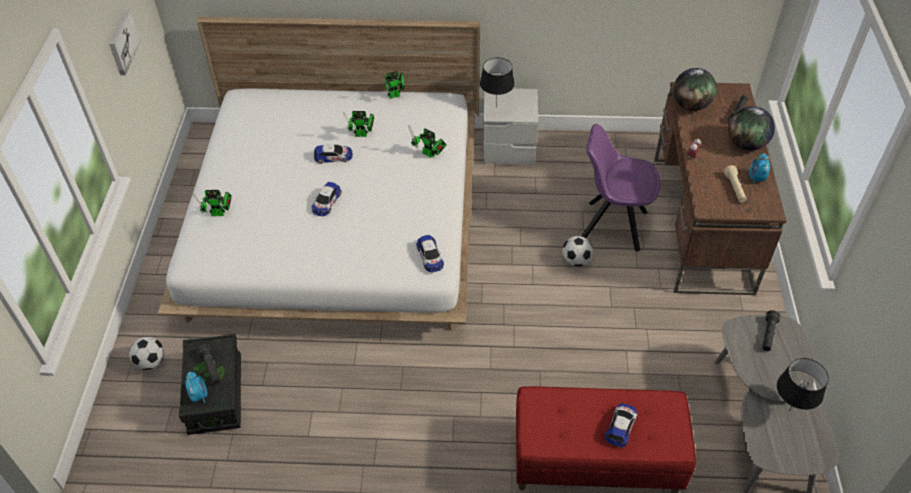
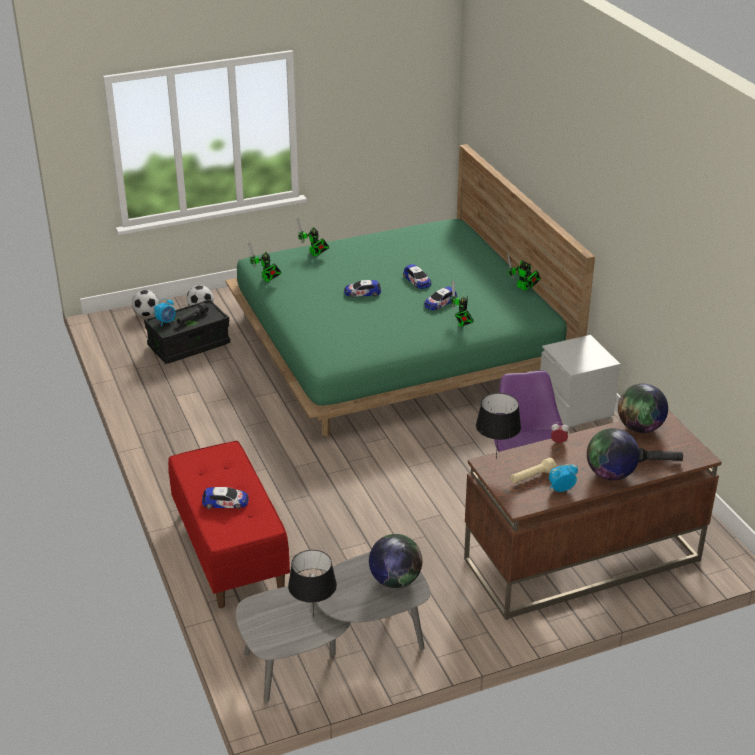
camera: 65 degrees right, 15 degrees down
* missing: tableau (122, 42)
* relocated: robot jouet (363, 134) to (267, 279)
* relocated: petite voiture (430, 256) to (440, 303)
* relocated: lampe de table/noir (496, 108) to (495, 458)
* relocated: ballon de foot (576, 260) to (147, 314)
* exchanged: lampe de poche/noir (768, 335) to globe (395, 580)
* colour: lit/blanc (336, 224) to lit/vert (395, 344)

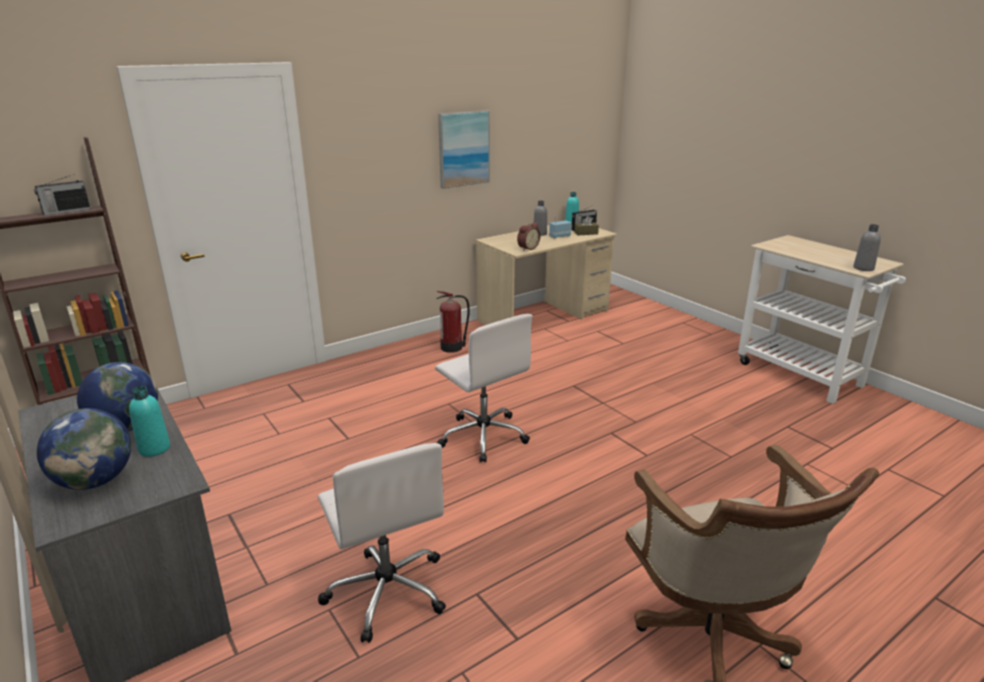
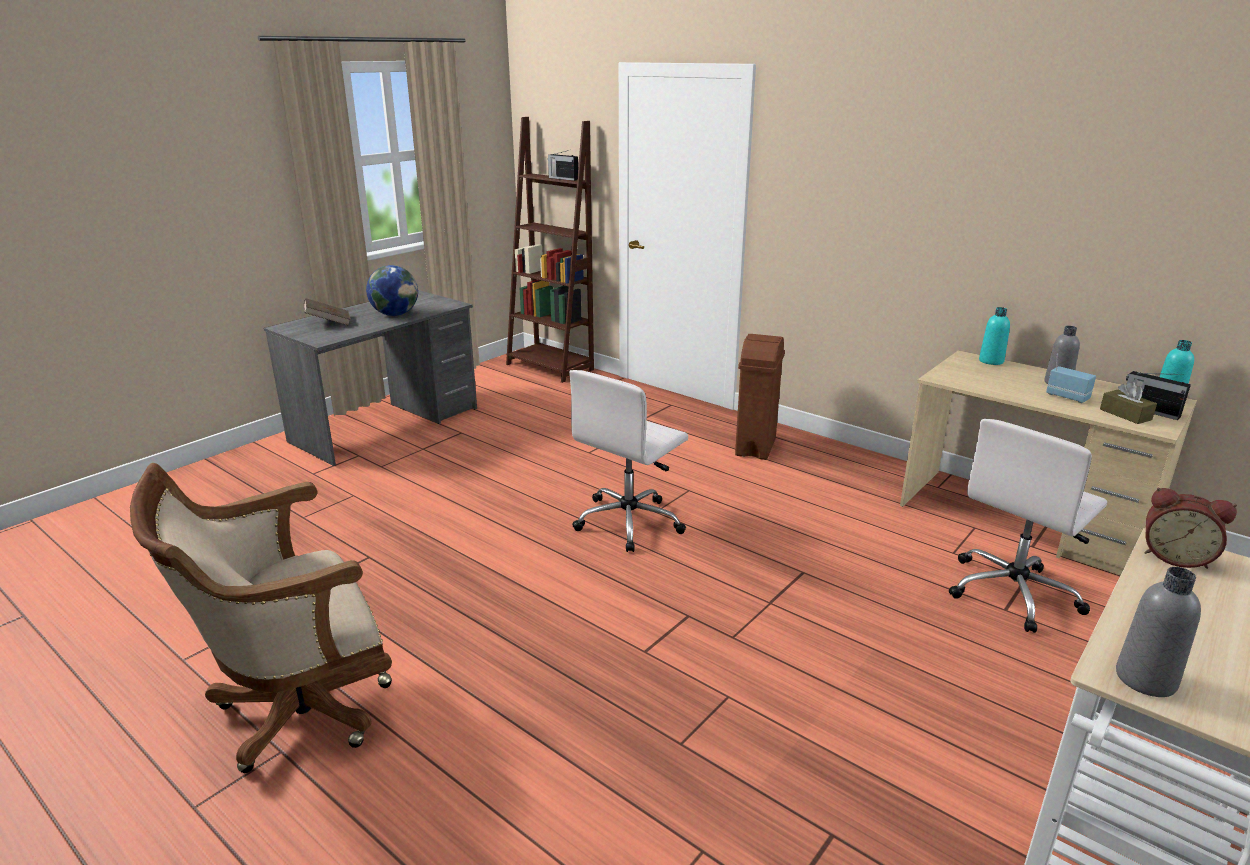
camera: 75 degrees right, 0 degrees up
* missing: extincteur (453, 347)
* missing: tableau (463, 149)
* appeared: poubelle/marron (756, 447)
* relocated: bouteille/turquoise (154, 448) to (991, 361)
* relocated: chaise de bureau/blanc (387, 590) to (1013, 592)
* relocated: réveil (527, 248) to (1175, 556)
* exchanged: globe (95, 481) to livre/marron (328, 323)

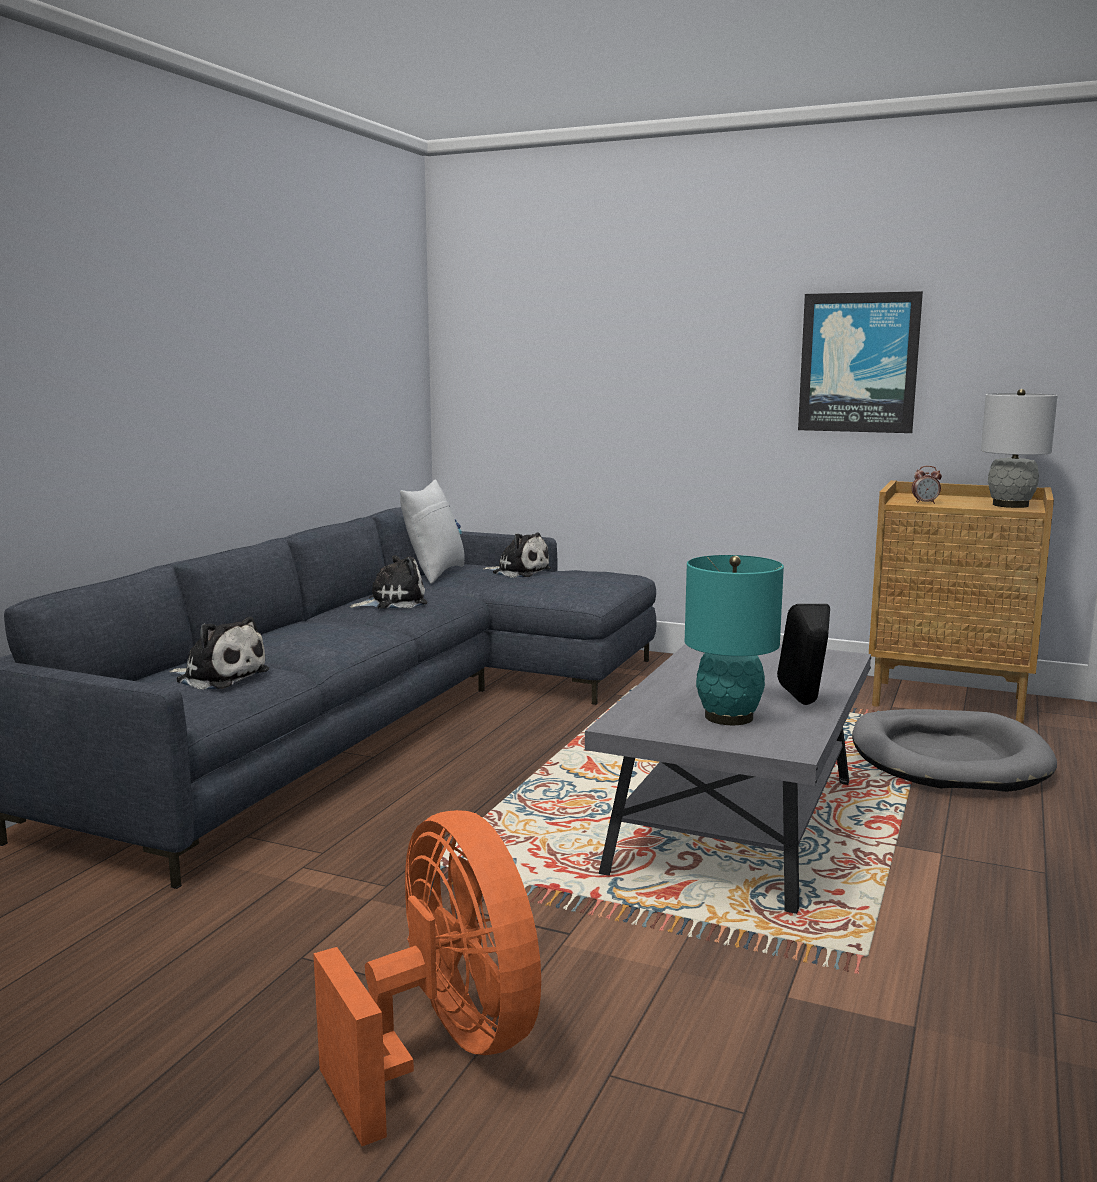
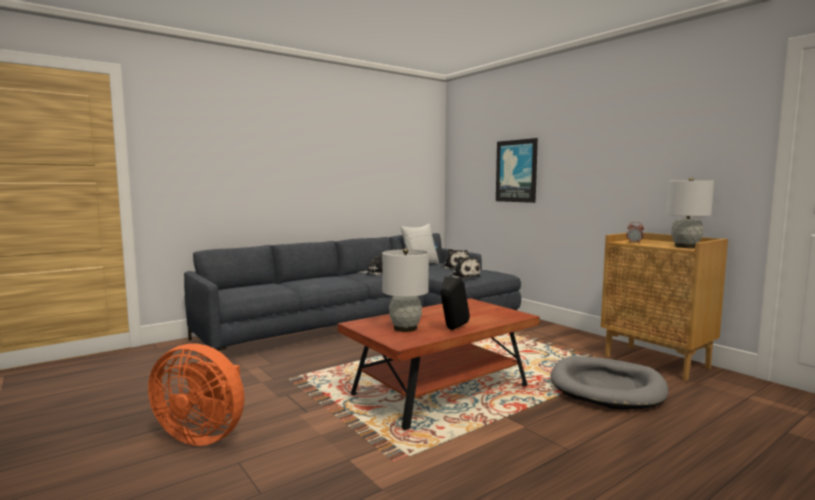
camera: 30 degrees right, 5 degrees down
* relocated: peluche (219, 677) to (464, 277)
* relocated: tableau (858, 363) to (516, 171)
* colour: table basse/gris (737, 828) to table basse/marron (440, 392)
* colour: lampe de table/turquoise (728, 717) to lampe de table/blanc (405, 328)
* spun: ventilateur/orange (444, 1049) = (204, 435) 105 degrees clockwise

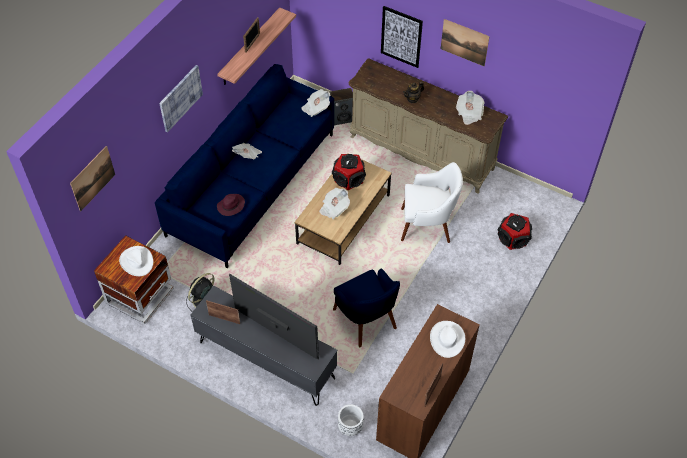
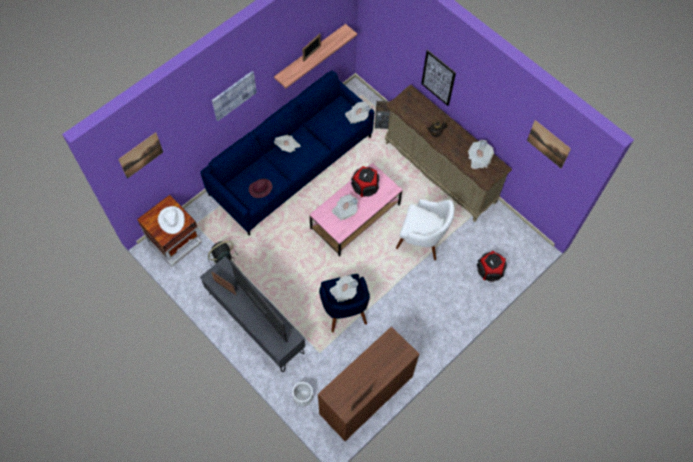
camera: 15 degrees right, 10 degrees up
* missing: chapeau/blanc (447, 339)
* appeared: journal (343, 291)
* relocated: tableau (464, 42) to (548, 144)
* colour: table basse/marron (343, 219) to table basse/rose (355, 216)

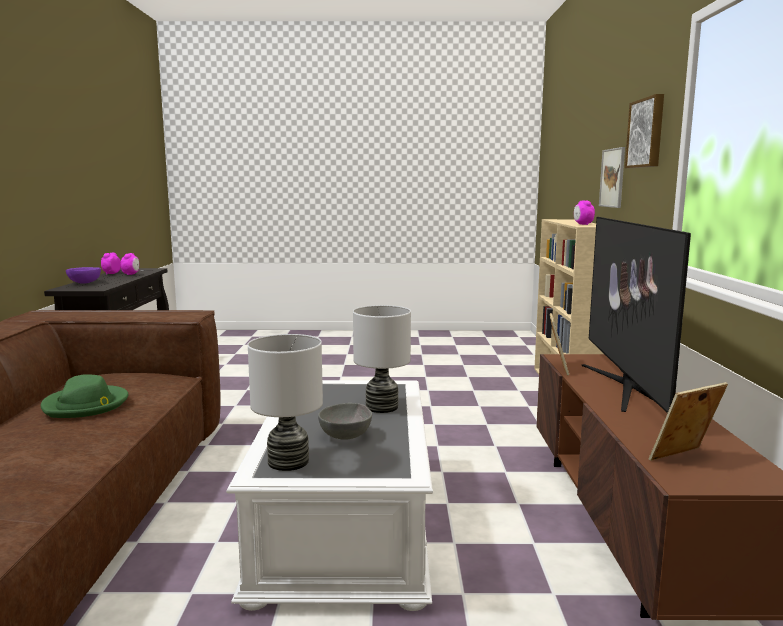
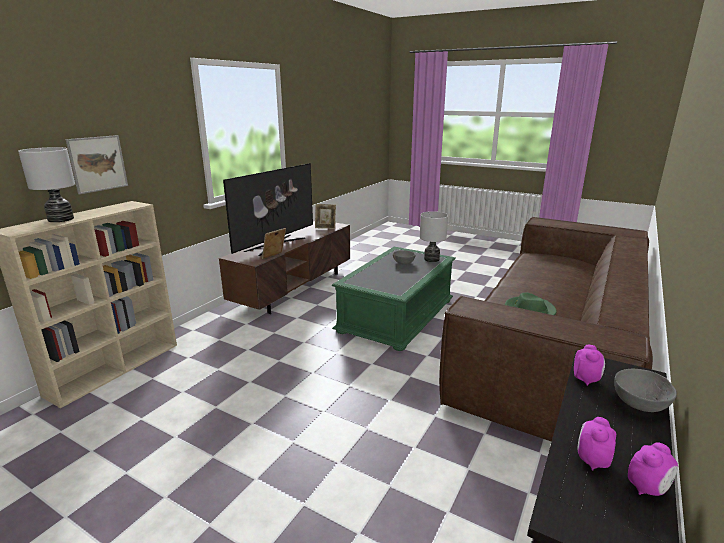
camera: 150 degrees left, 10 degrees up
* missing: tableau (647, 133)
* relocated: lampe de table/gris (381, 407) to (61, 219)
* relocated: réveil (582, 224) to (586, 379)
* colour: bol/violet (83, 283) to bol/gris (641, 404)
* colour: table basse/blanc (344, 523) to table basse/vert (396, 315)

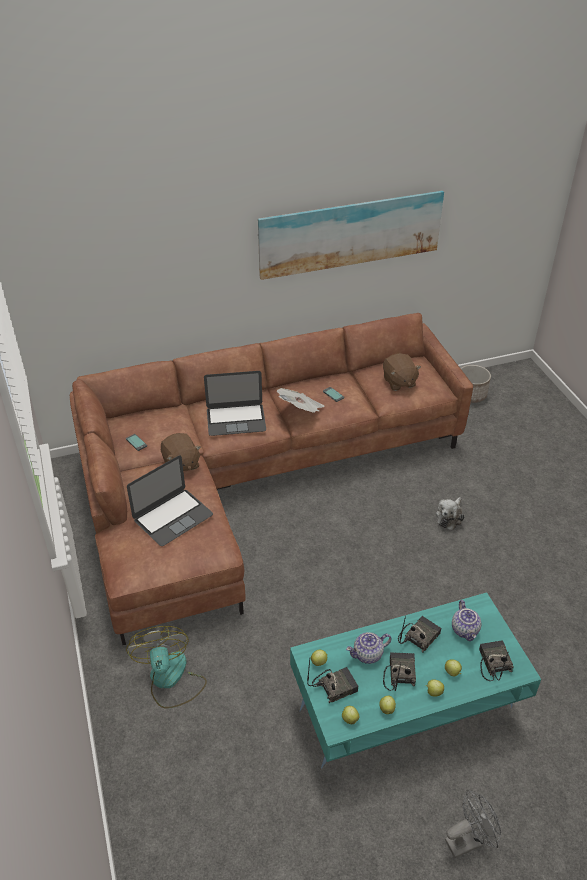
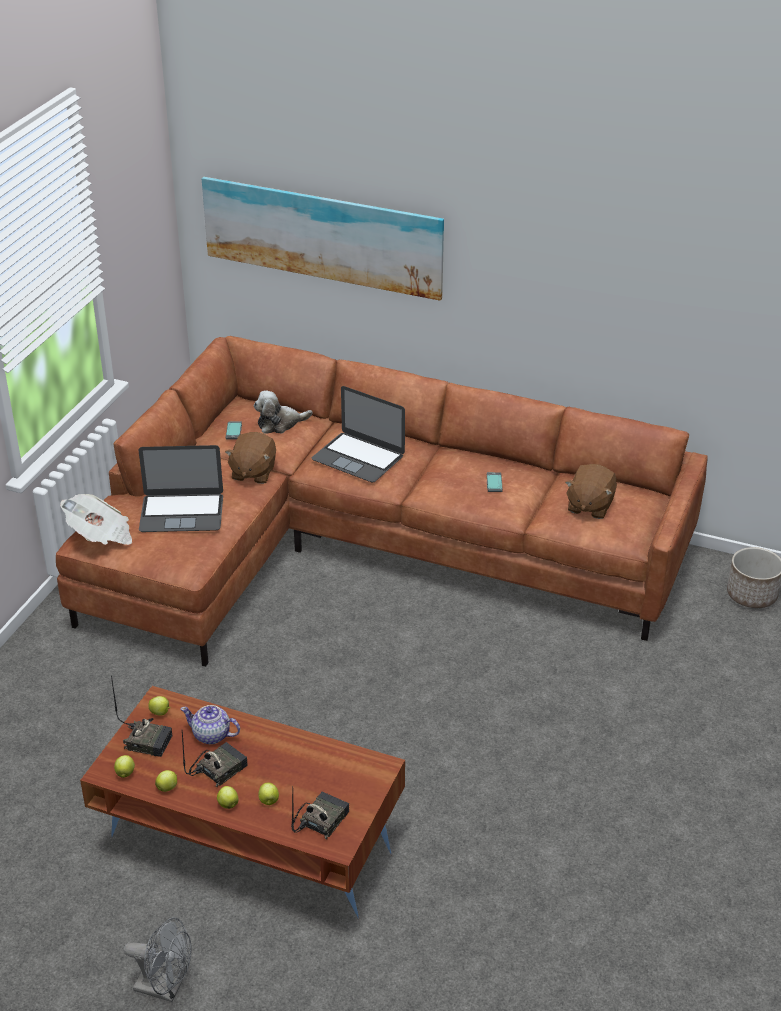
camera: 40 degrees right, 5 degrees down
* missing: ventilateur (170, 679)
* missing: radio (418, 636)
* missing: théière (465, 630)
* relocated: tableau (349, 233) to (323, 235)
* relocated: journal (301, 410) to (100, 535)
* relocated: peluche (449, 517) to (280, 424)
* colour: table basse/turquoise (405, 708) to table basse/marron (251, 845)

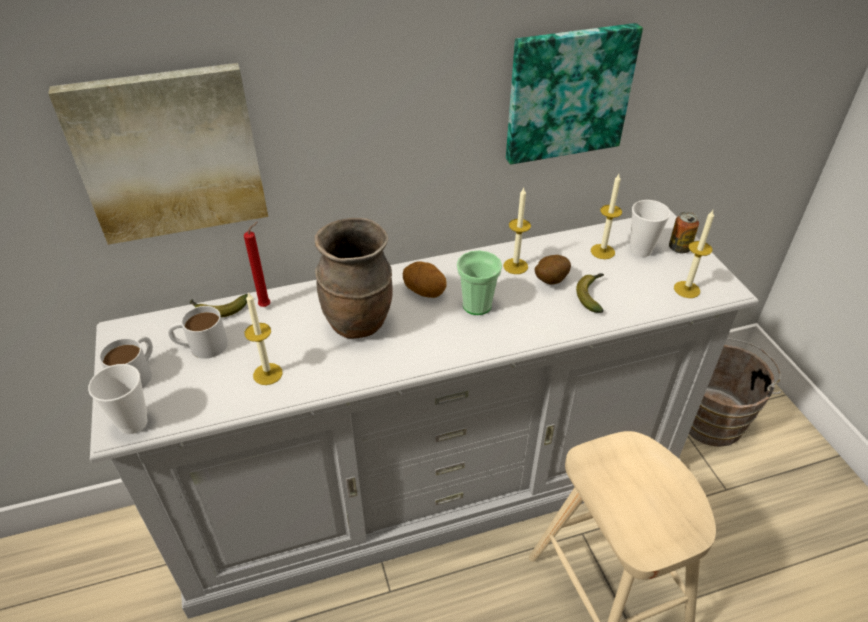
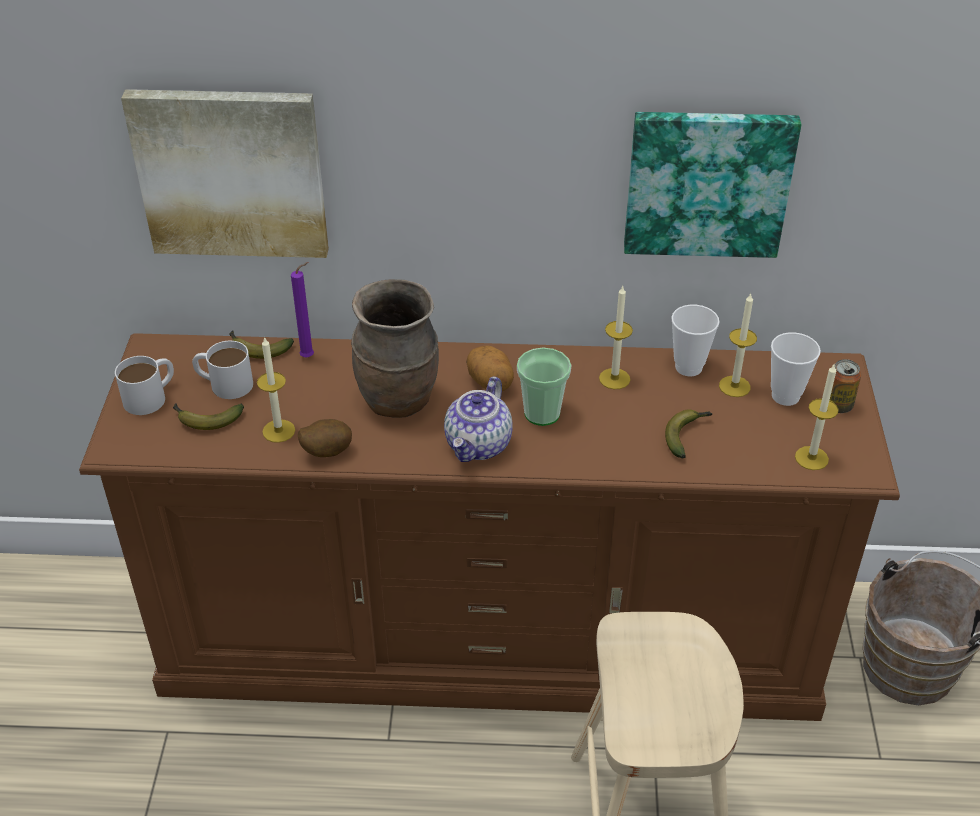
camera: 20 degrees right, 0 degrees up
* appeared: banane (205, 420)
* appeared: théière (479, 445)
* relocated: tasse (133, 423) to (688, 367)
* relocated: pomme de terre (549, 281) to (326, 451)
* colour: meuble de rangement/blanc (434, 488) to meuble de rangement/marron (492, 641)
* colour: bougie/rouge (267, 305) to bougie/violet (309, 357)

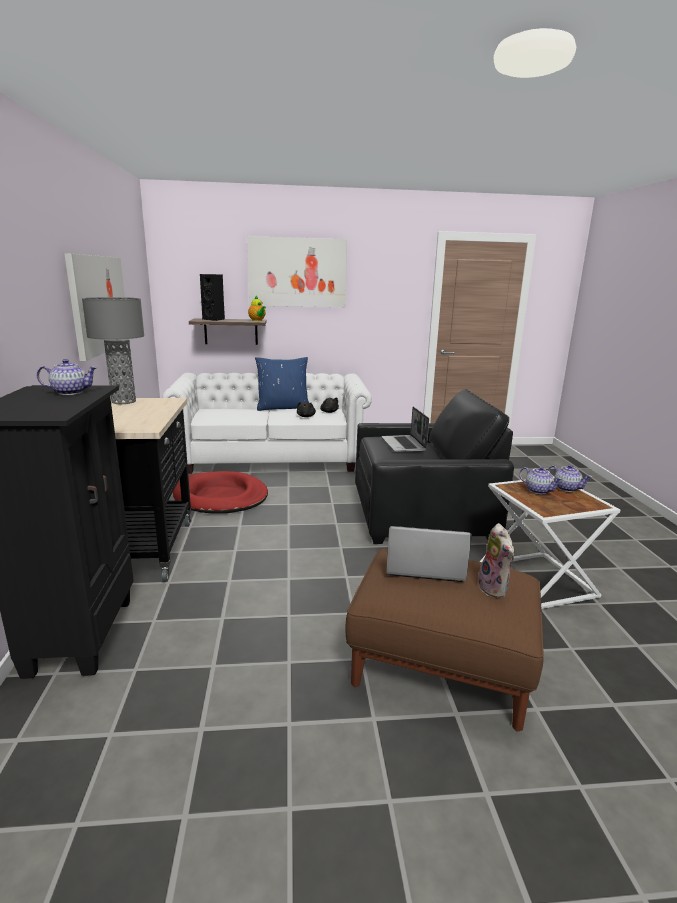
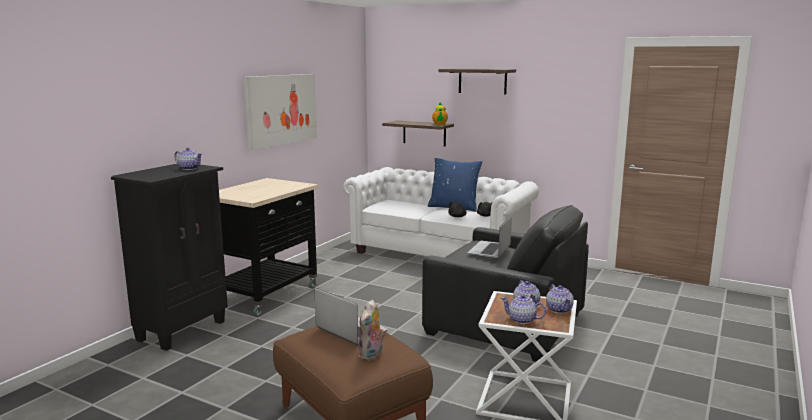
camera: 35 degrees right, 5 degrees down
* missing: lampe de table/gris (123, 401)
* missing: panier pour chien/rouge (221, 497)
* missing: enceinte/noir (214, 319)
* appeared: théière (522, 320)
* exchanged: tableau (297, 272) to étagère (482, 81)

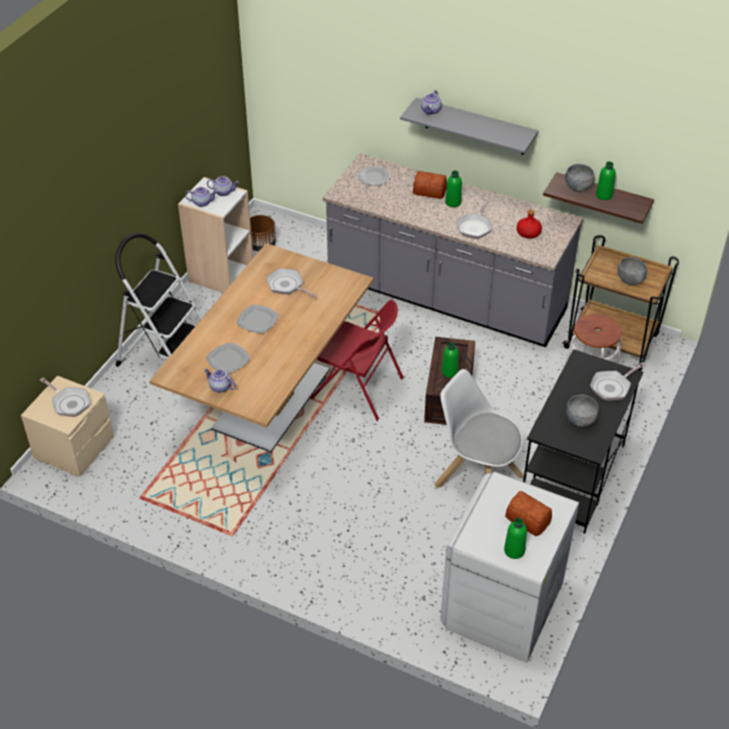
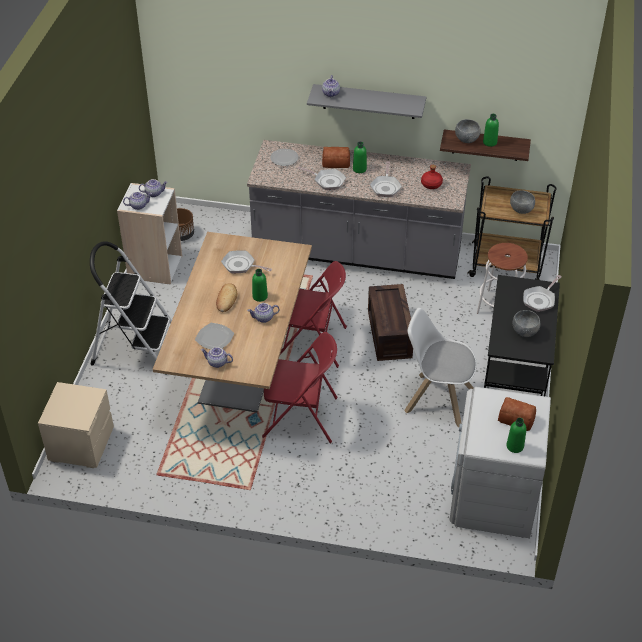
camera: 15 degrees left, 0 degrees up
* appeared: théière (263, 318)
* appeared: chaise/rouge (300, 417)
* relocated: poêle (69, 403) to (327, 181)
* relocated: bouteille/vert (449, 372) to (260, 296)
* exchanged: assiette (257, 320) to pain (226, 299)

